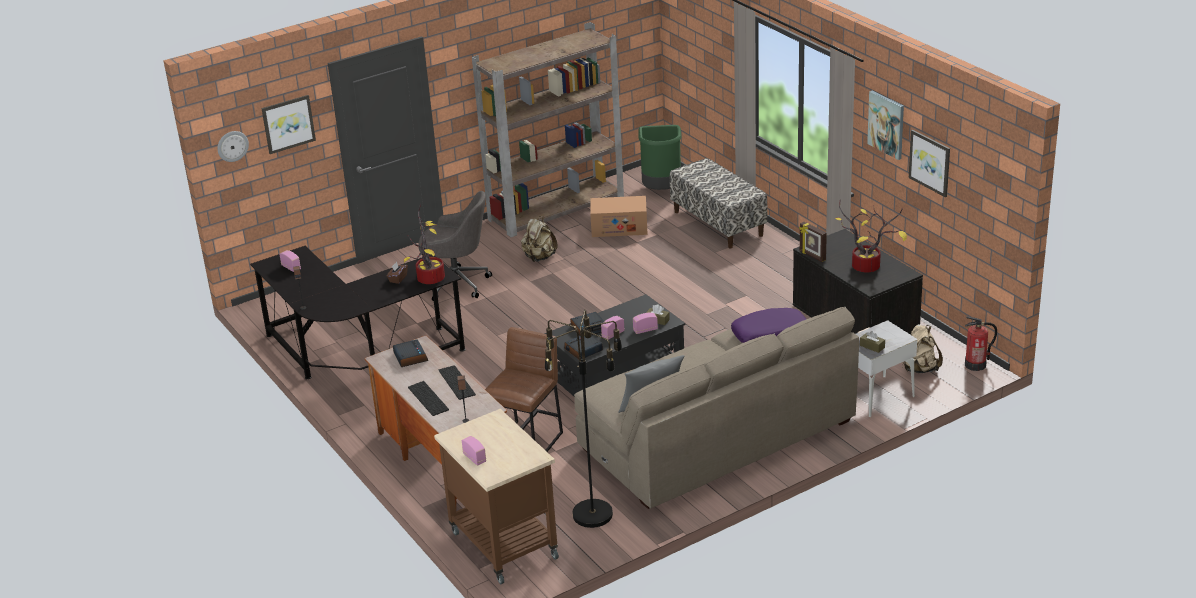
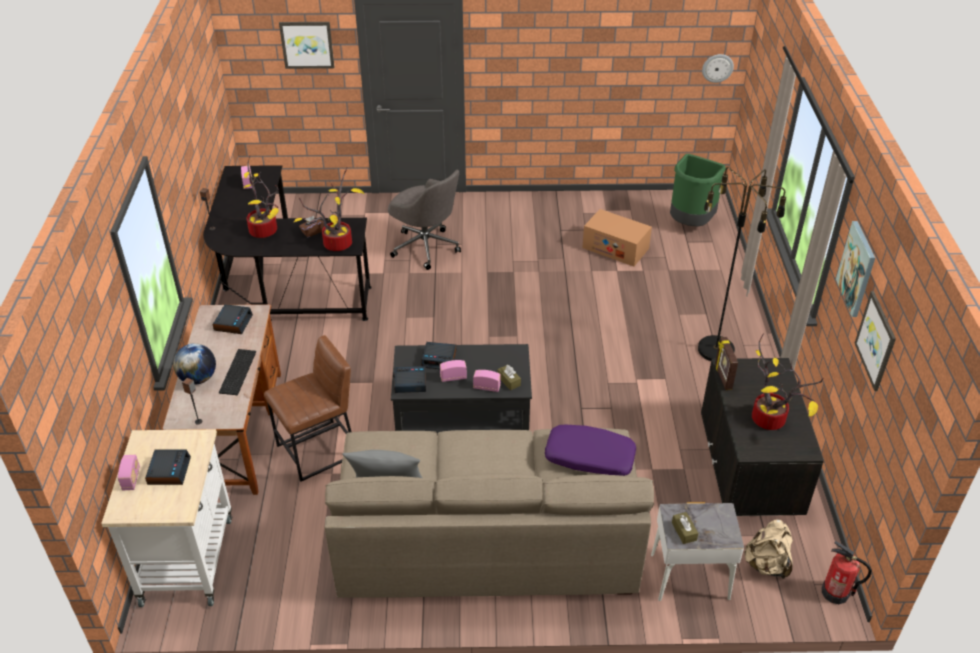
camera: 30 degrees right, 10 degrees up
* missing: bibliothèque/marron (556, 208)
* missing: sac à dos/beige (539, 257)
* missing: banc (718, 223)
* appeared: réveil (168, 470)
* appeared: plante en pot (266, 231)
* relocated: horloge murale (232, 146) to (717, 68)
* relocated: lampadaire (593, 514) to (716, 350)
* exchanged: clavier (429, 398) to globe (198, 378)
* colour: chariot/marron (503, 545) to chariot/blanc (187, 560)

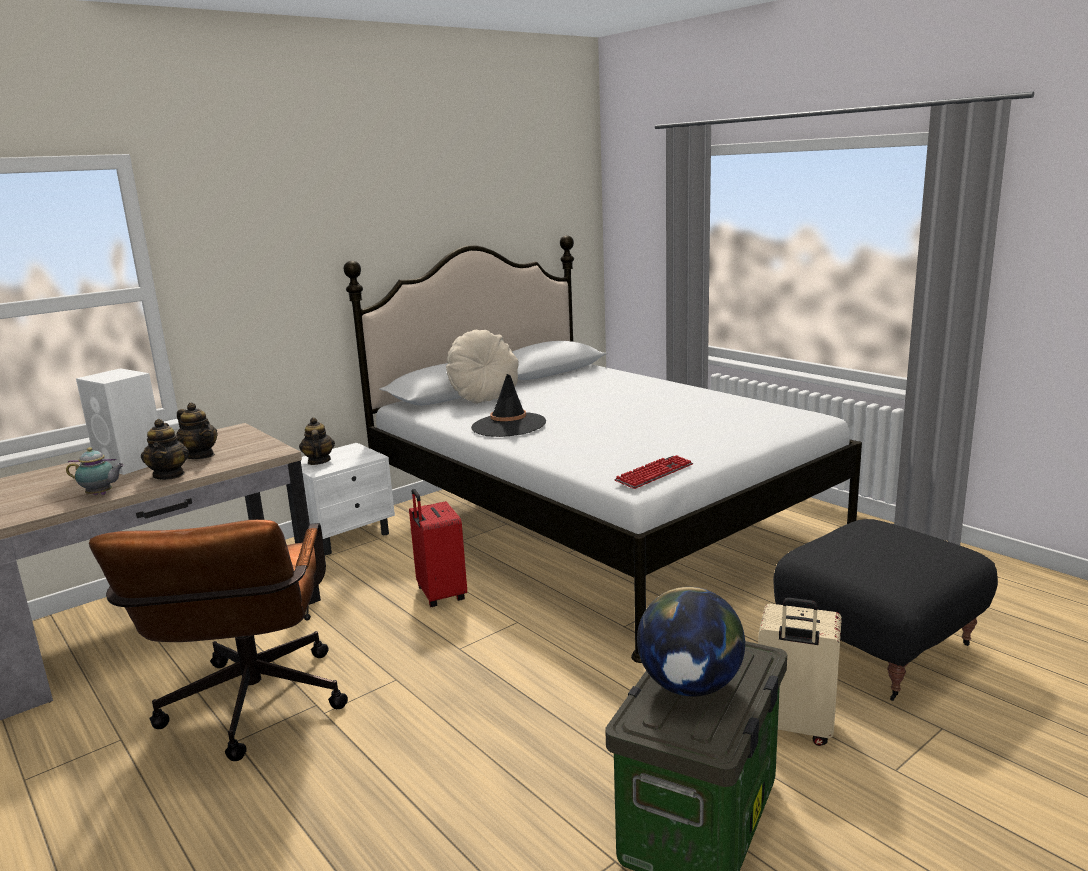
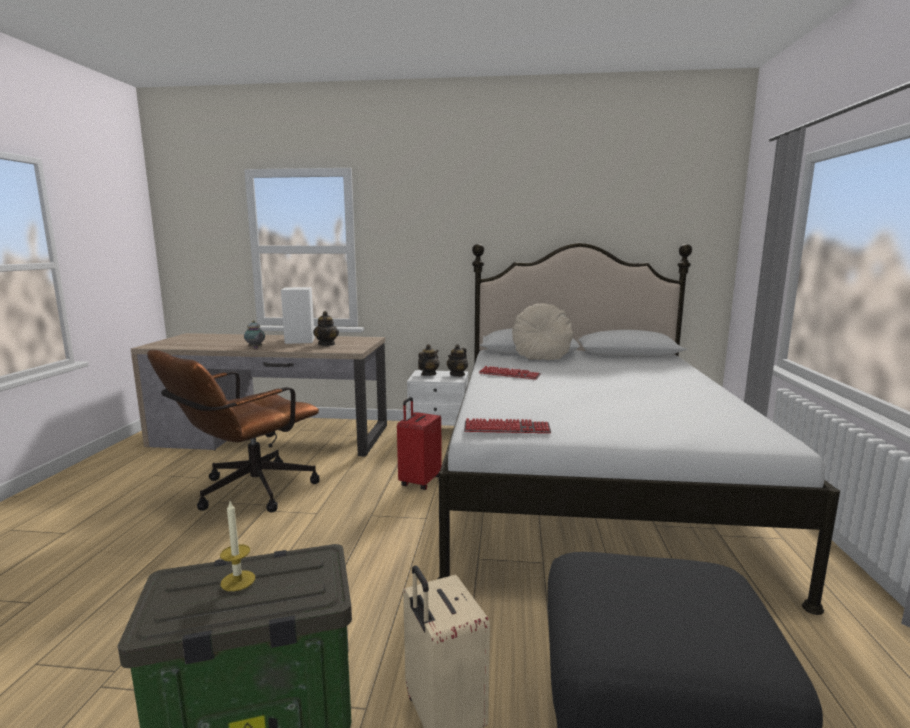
camera: 45 degrees right, 5 degrees down
* relocated: théière (169, 475) to (457, 374)
* exchanged: chapeau/noir (508, 425) to clavier (509, 374)
* exchanged: globe (690, 686) to bougie (238, 581)

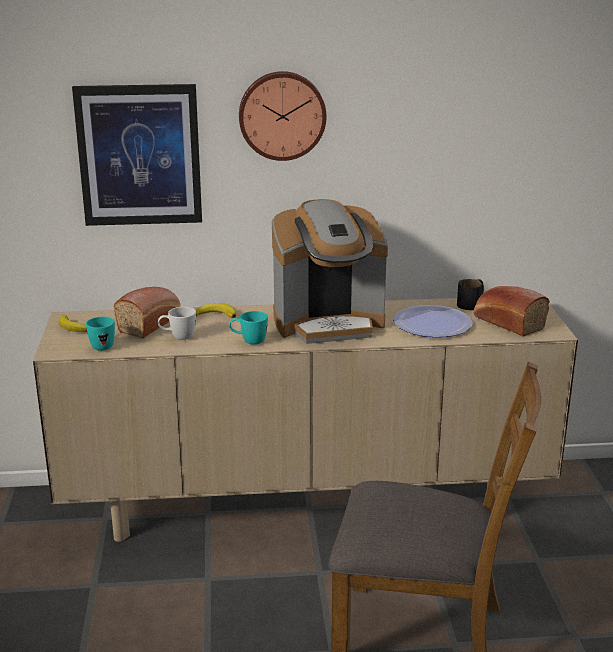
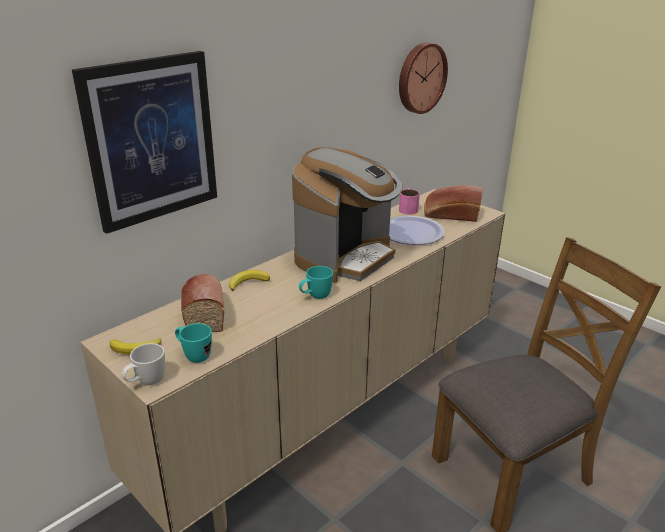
camera: 40 degrees left, 5 degrees up
* relocated: mug/blanc (178, 337) to (146, 382)
* relocated: horloge murale (282, 115) to (420, 78)
* colour: mug/noir (472, 303) to mug/rose (408, 208)

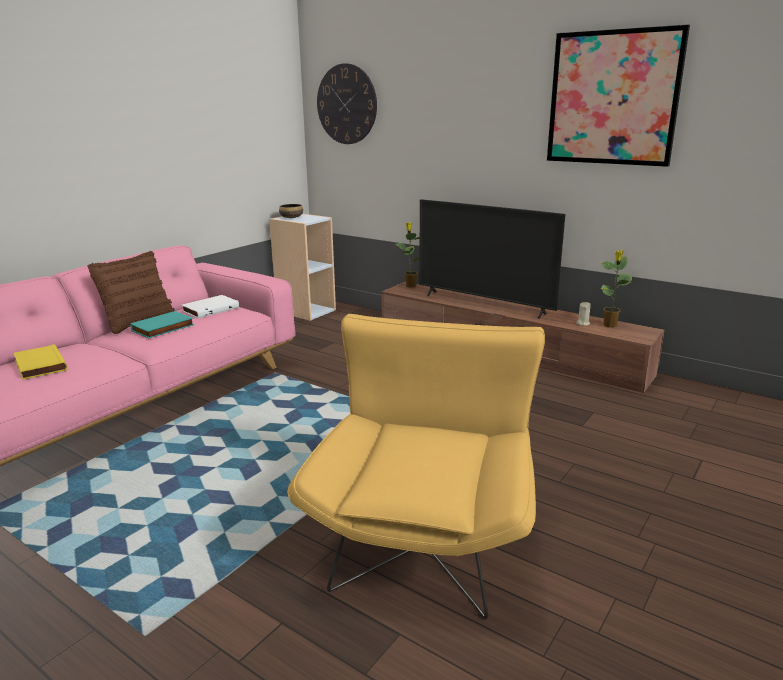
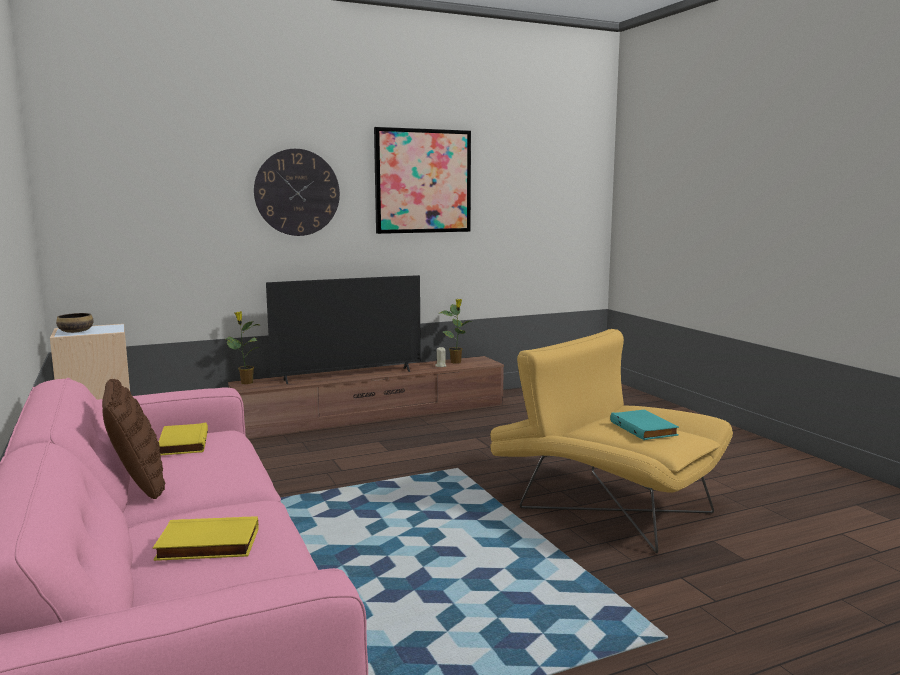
camera: 60 degrees left, 10 degrees down
* relocated: livre/turquoise (163, 328) to (645, 428)
* relocated: horloge murale (346, 104) to (297, 192)
* colour: livre/blanc (210, 309) to livre/jaune (182, 443)

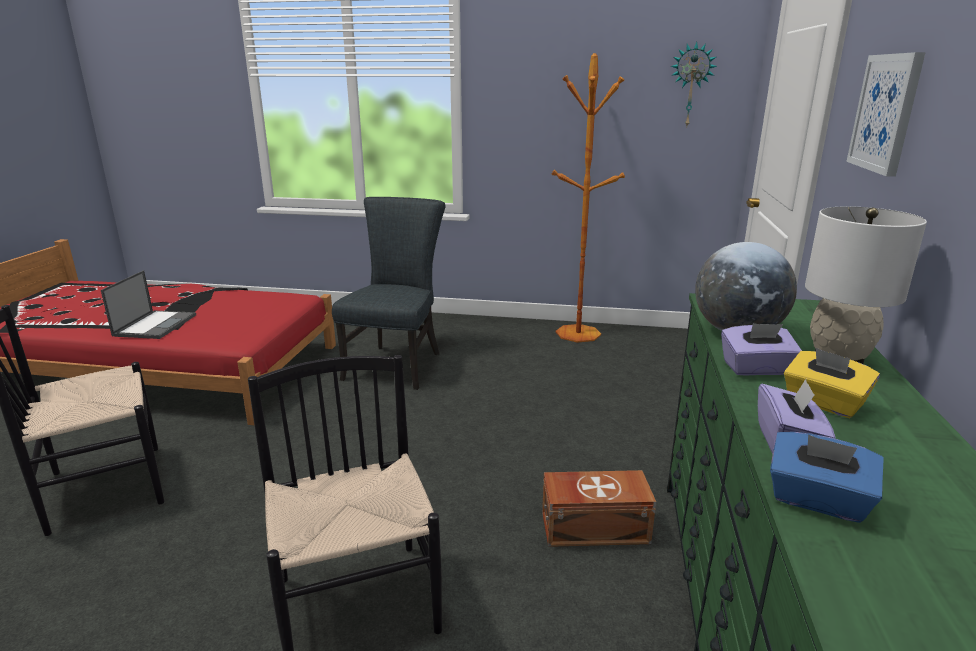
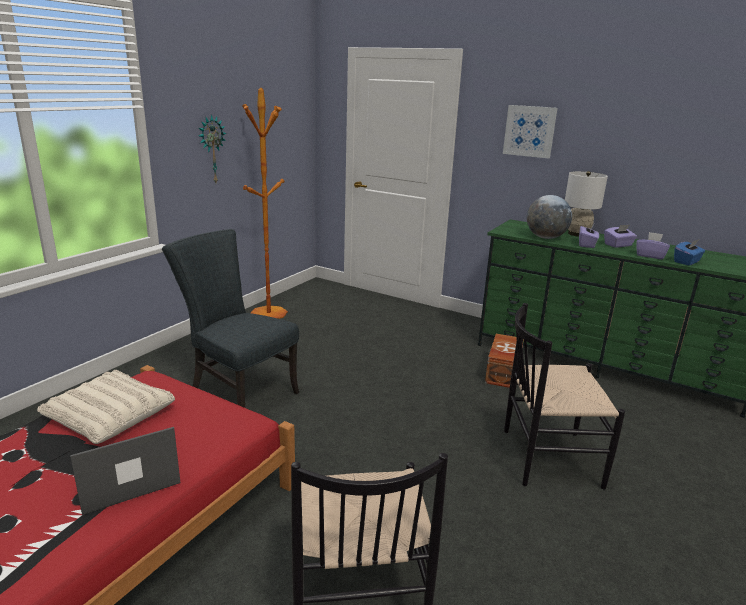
camera: 70 degrees left, 0 degrees up
* appeared: coussin/beige (110, 416)
* relocated: horloge murale (691, 85) to (211, 149)
* colour: boîte à mouchoirs/jaune (823, 403) to boîte à mouchoirs/violet (618, 245)
* spun: ordinateur portable (155, 325) = (125, 478) 60 degrees counterclockwise

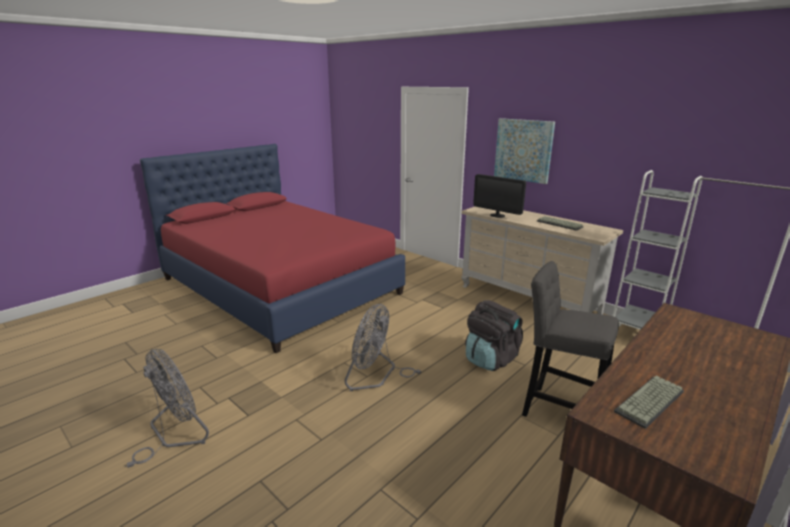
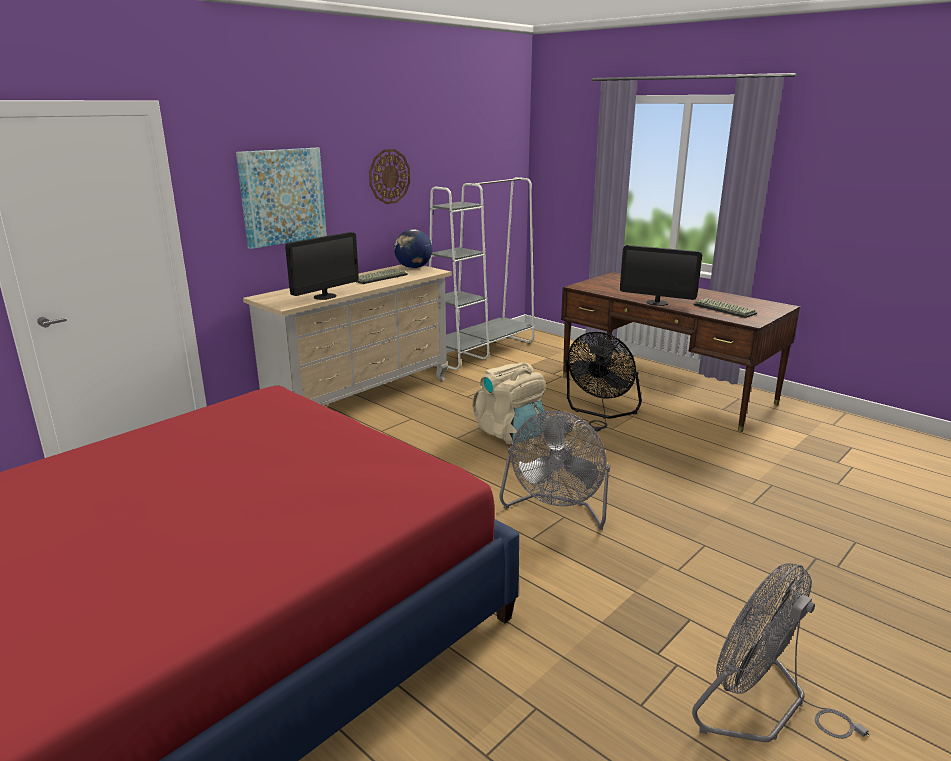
camera: 90 degrees left, 0 degrees up
* appeared: horloge murale (389, 176)
* appeared: globe (413, 268)
* appeared: écran d'ordinateur (657, 303)
* exchanged: tabouret/gris (558, 410) to ventilateur/noir (597, 411)
* colour: sac à dos/noir (490, 359) to sac à dos/beige (511, 433)

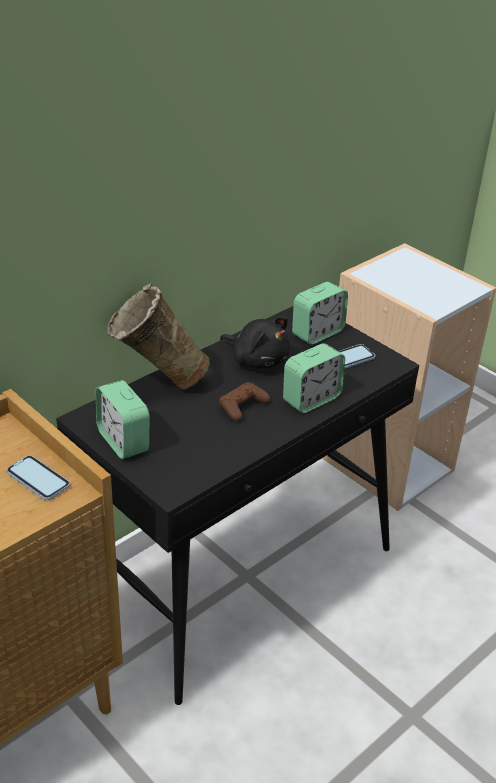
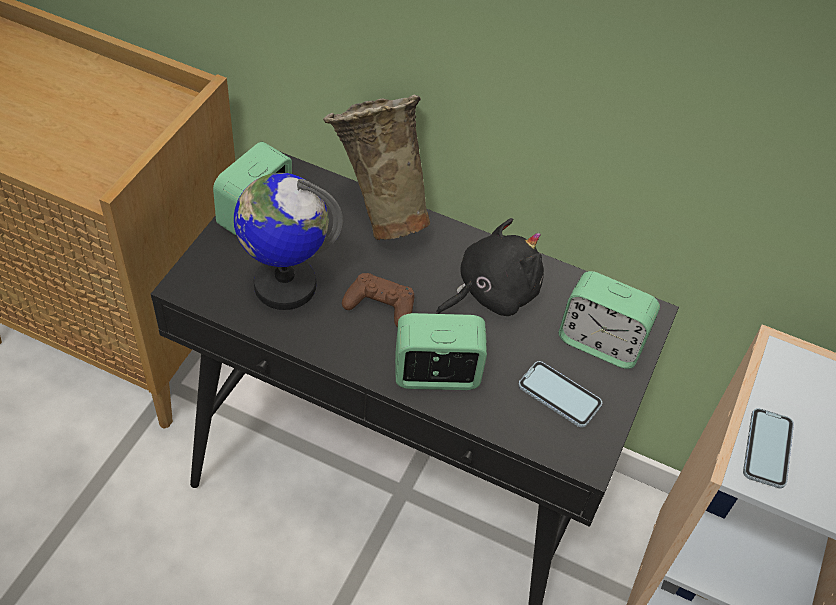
camera: 65 degrees right, 15 degrees up
* appeared: globe (284, 284)
* relocated: téléphone (38, 479) to (767, 449)
* spun: peluche/noir (257, 359) = (492, 292) 135 degrees counterclockwise
* spun: réveil (311, 399) = (436, 375) 150 degrees clockwise

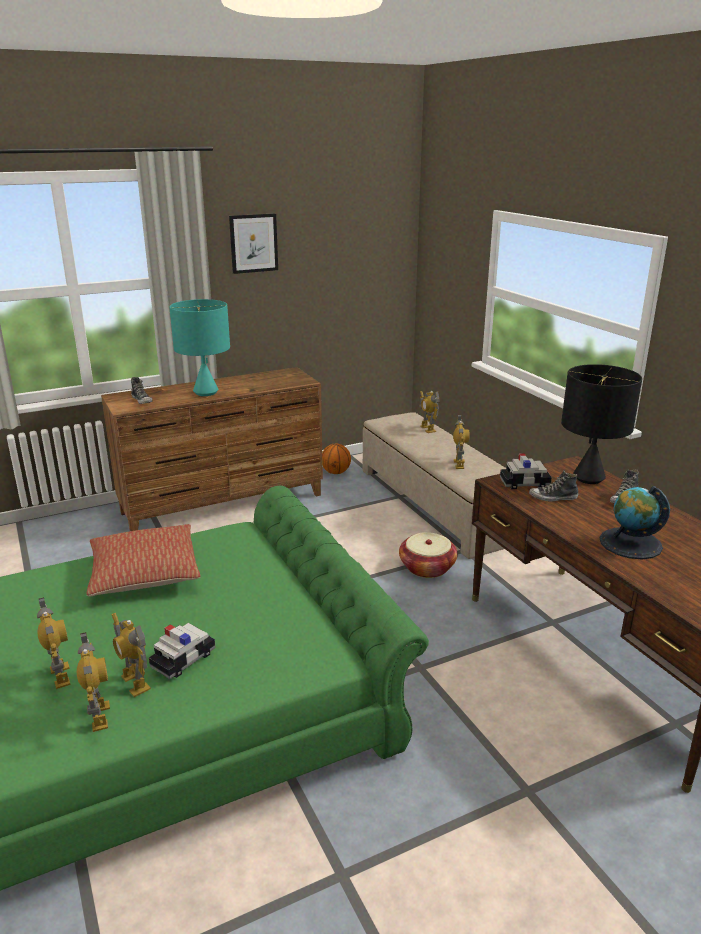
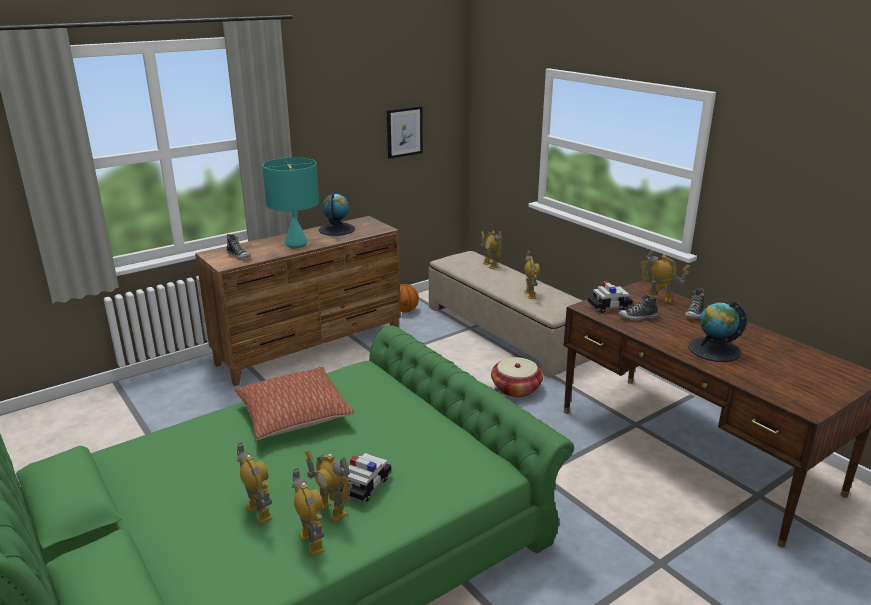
camera: 10 degrees left, 0 degrees up
* appeared: globe (336, 229)
* relocated: tableau (253, 243) to (404, 132)
* exchanged: lampe de table/noir (589, 479) to robot jouet (659, 299)

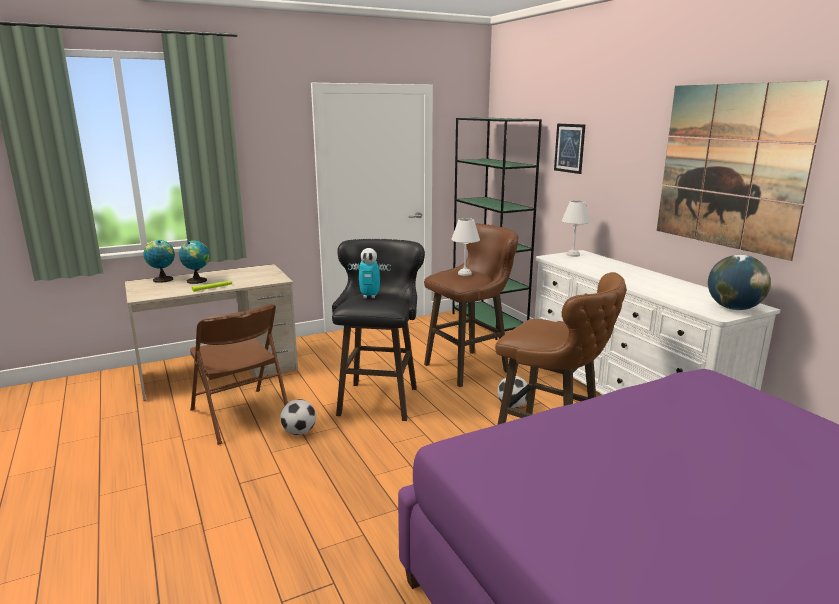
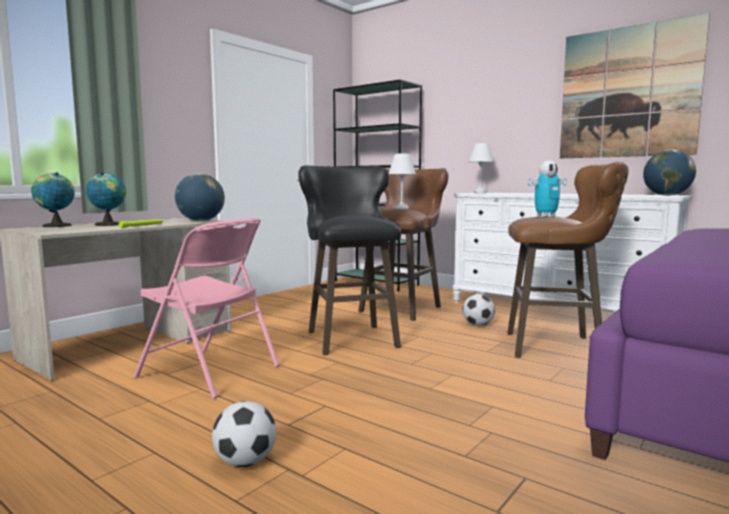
camera: 25 degrees left, 10 degrees down
* missing: tableau (569, 148)
* appeared: globe (201, 221)
* relocated: ballon de foot (299, 432) to (245, 462)
* relocated: robot jouet (370, 296) to (546, 216)
* colour: chaise/marron (240, 415) to chaise/rose (208, 372)

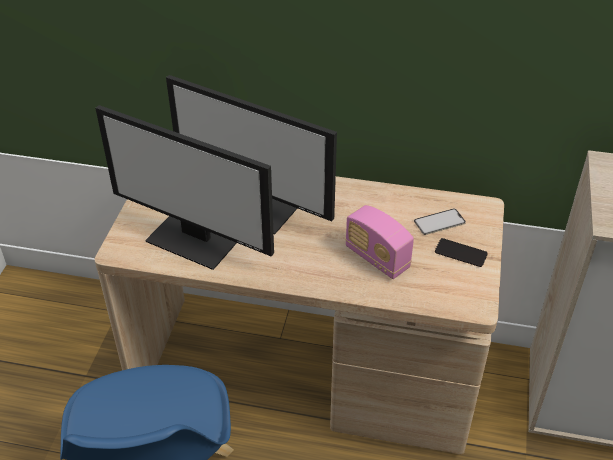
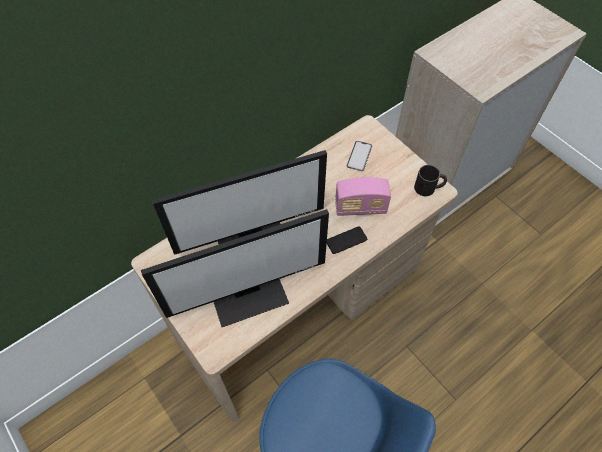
camera: 50 degrees left, 15 degrees up
* appeared: mug/noir (429, 188)
* relocated: téléphone (461, 253) to (346, 240)

